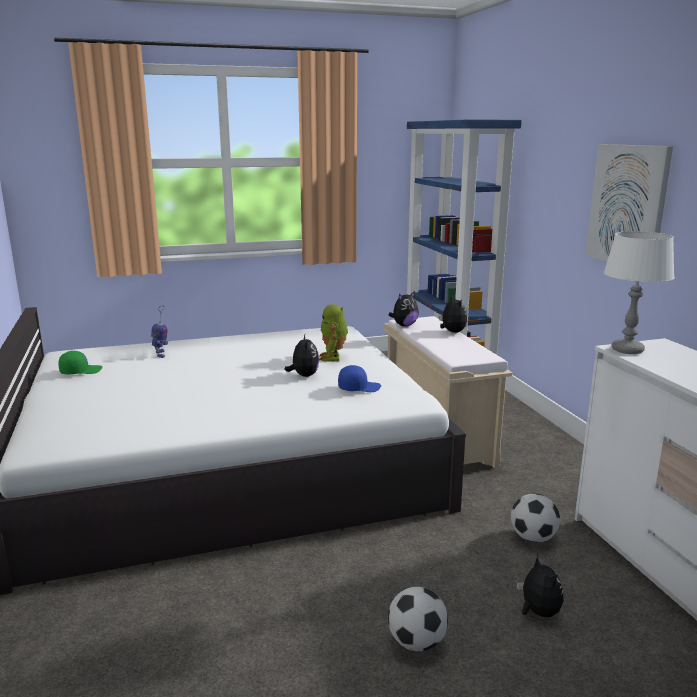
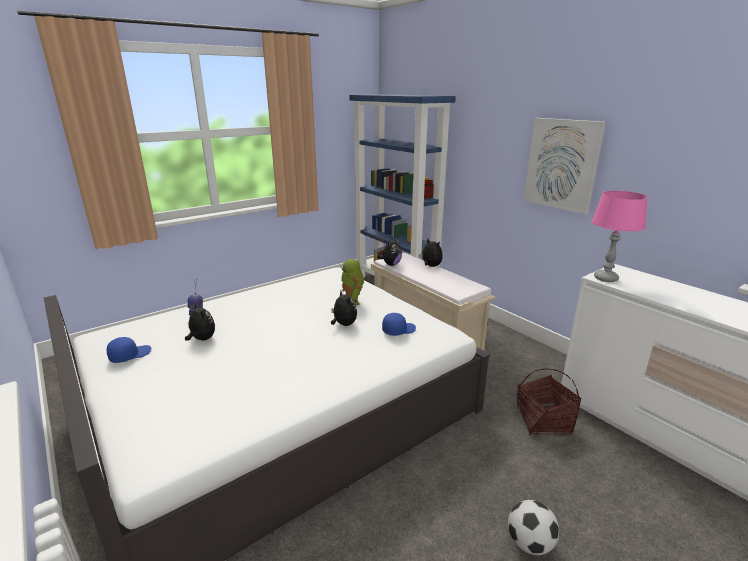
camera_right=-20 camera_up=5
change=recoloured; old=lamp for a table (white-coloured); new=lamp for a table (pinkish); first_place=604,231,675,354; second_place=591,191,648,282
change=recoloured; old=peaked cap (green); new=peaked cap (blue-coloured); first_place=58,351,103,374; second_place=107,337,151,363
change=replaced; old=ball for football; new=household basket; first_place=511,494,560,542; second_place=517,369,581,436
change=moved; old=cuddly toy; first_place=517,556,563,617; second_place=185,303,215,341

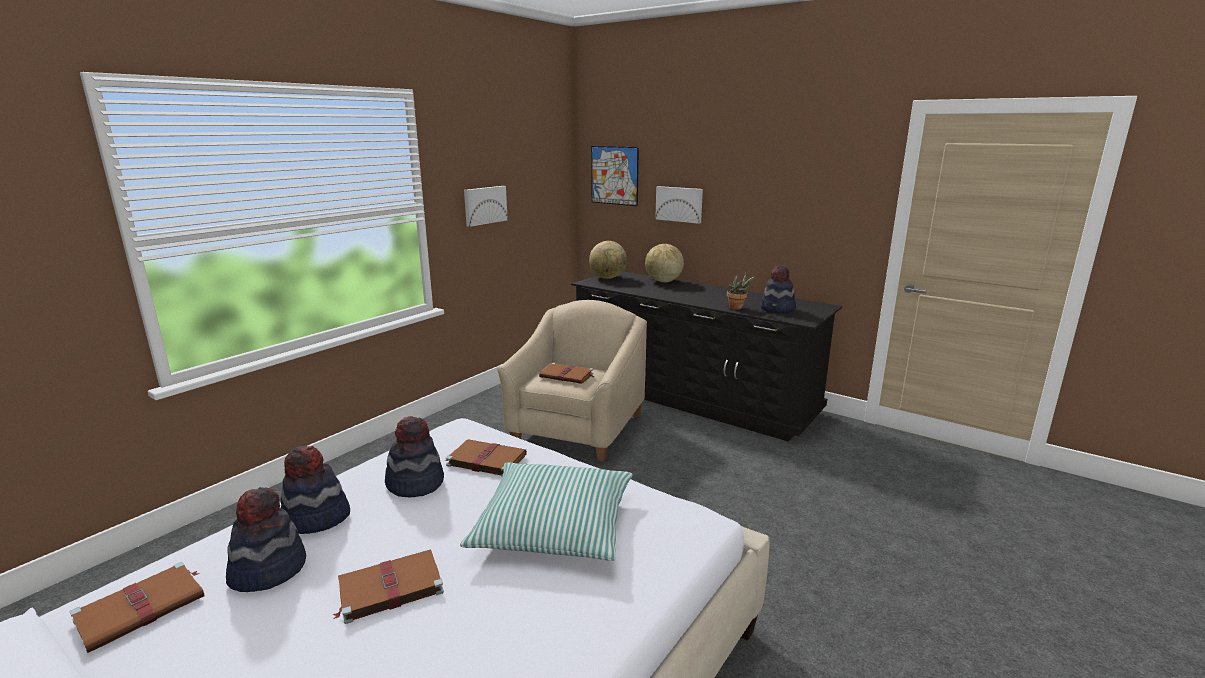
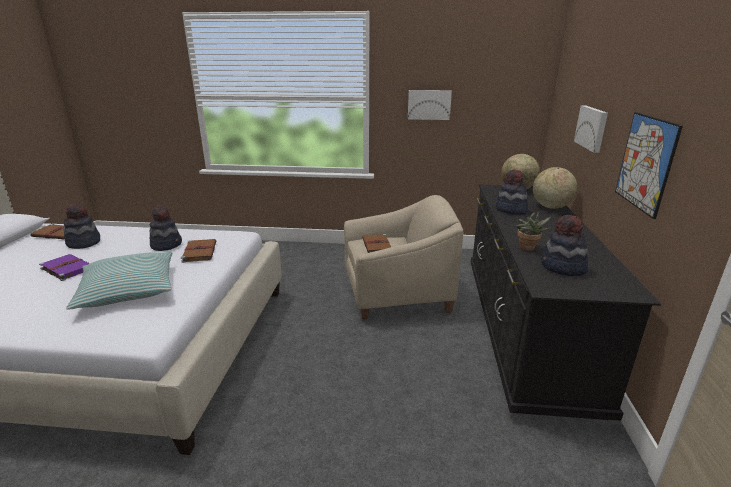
camera_right=60 camera_up=5
change=moved; old=picture; first_place=591,146,639,206; second_place=615,112,683,219
change=moved; old=clothing hat; first_place=280,446,350,534; second_place=496,170,528,215
change=recoloured; old=bound book (brown-coloured); new=bound book (purplish); first_place=332,550,444,624; second_place=39,254,90,281

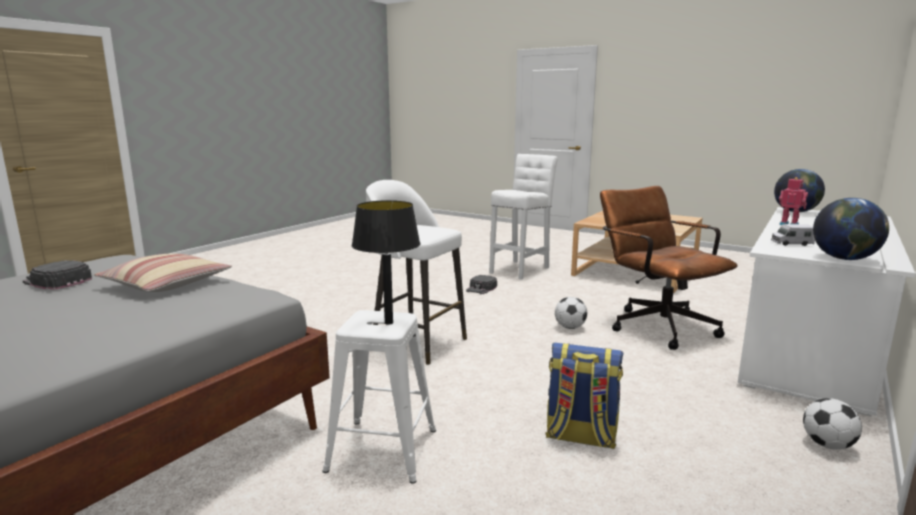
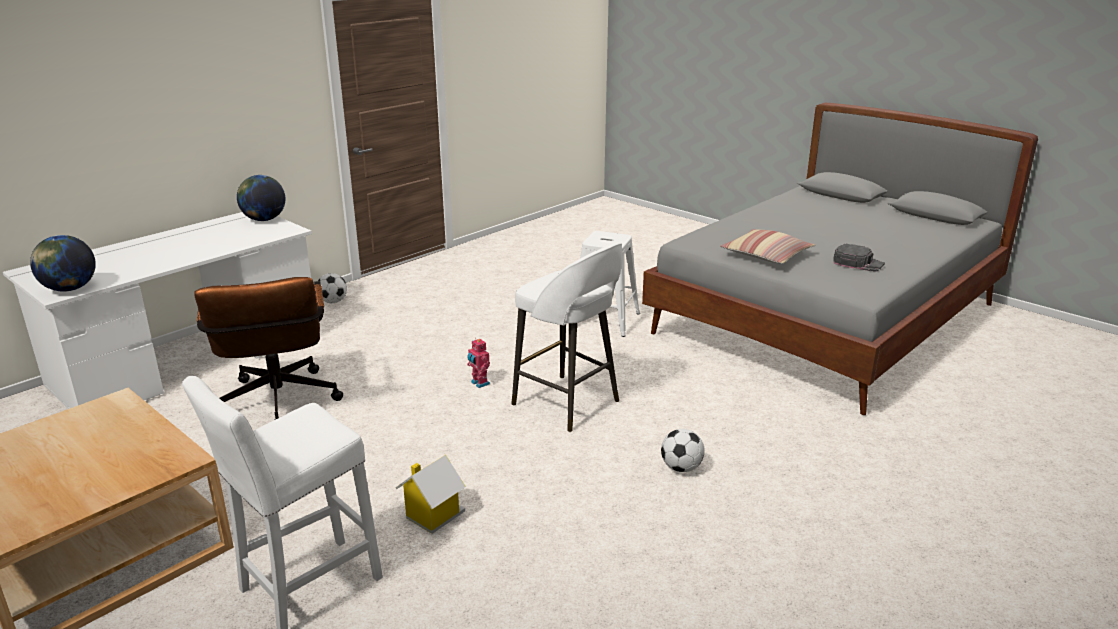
camera_right=-170 camera_up=10
change=moved; old=model robot; first_place=779,177,808,225; second_place=467,338,490,388
change=removed; old=lamp for a table (black-coloured); first_place=352,200,420,325
change=removed; old=toy lorry; first_place=771,224,815,246
change=replaced; old=peaked cap (black-coloured); new=toy house; first_place=466,275,497,294; second_place=396,455,466,534
change=moved; old=ball for football; first_place=555,297,587,329; second_place=661,429,705,472
change=removed; old=knapsack; first_place=545,342,623,449

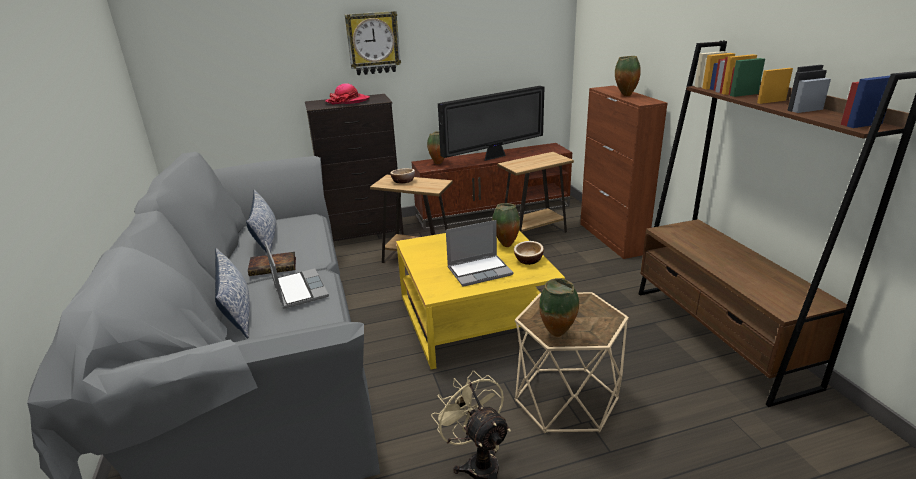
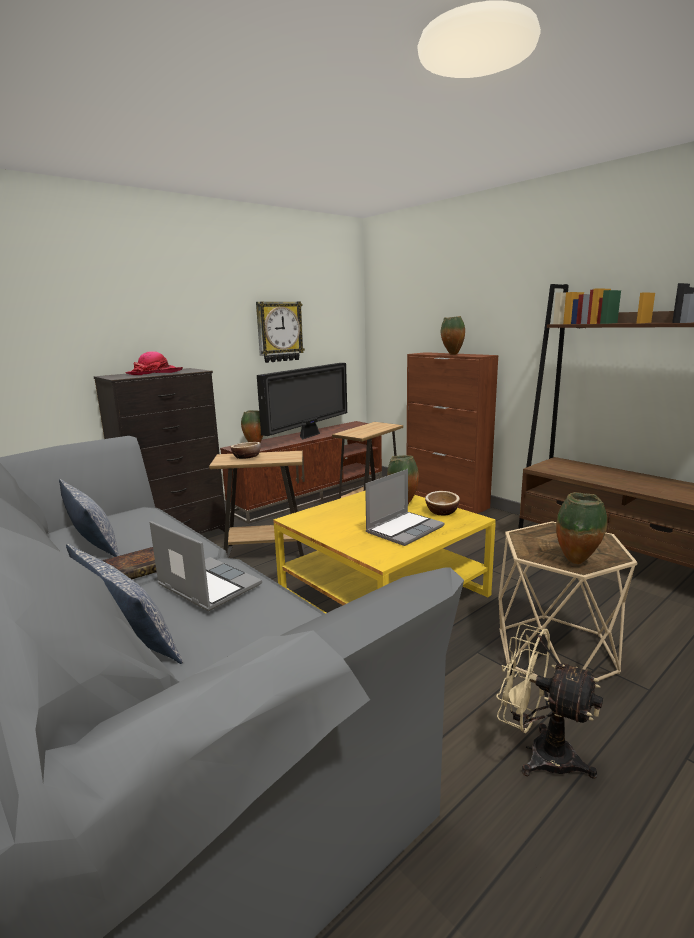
camera_right=-25 camera_up=-10
change=moved; old=wall clock; first_place=345,11,401,75; second_place=256,301,305,363

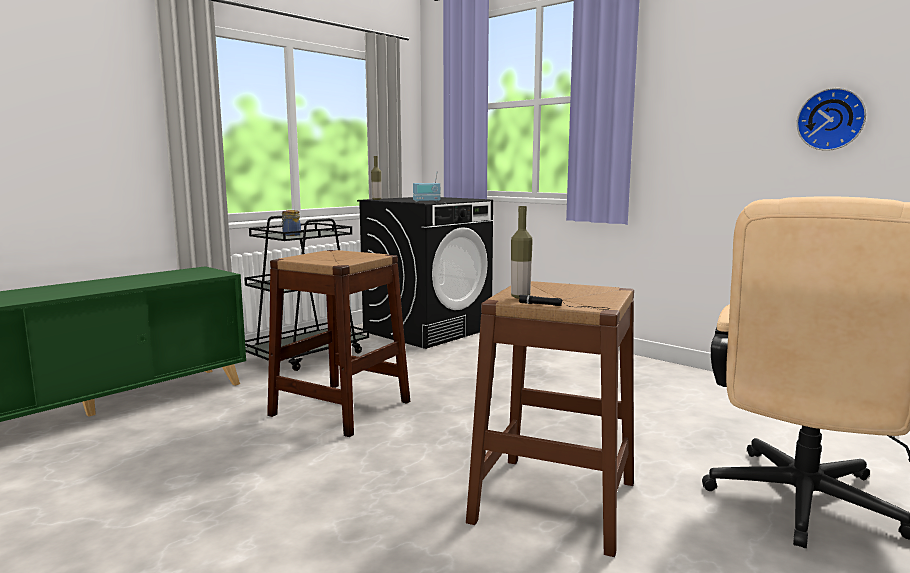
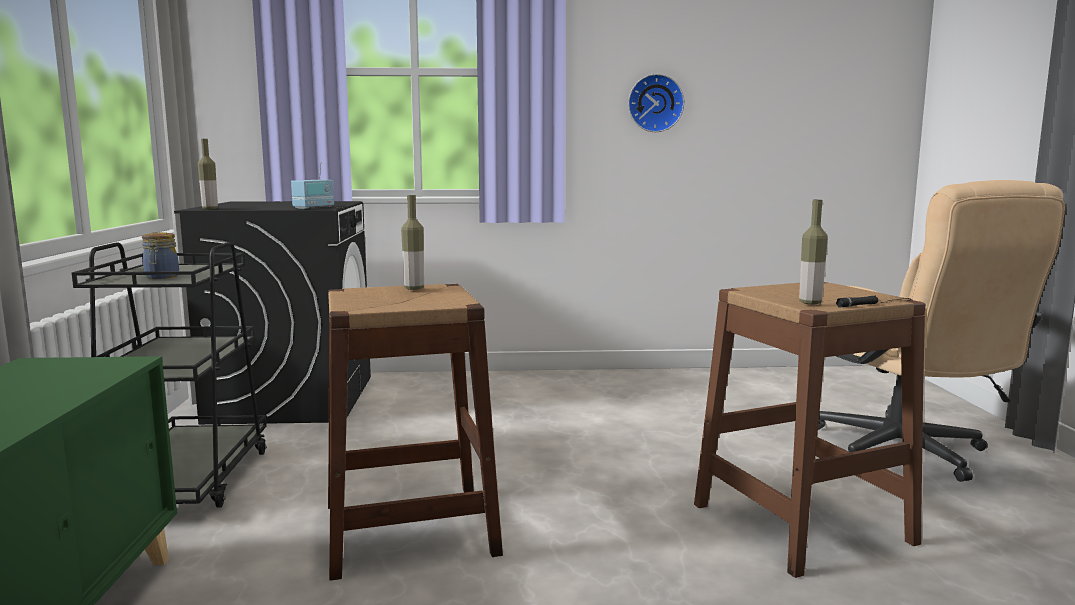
camera_right=-45 camera_up=0
change=moved; old=wall clock; first_place=797,88,866,151; second_place=628,74,684,132
change=added; new=bottle; second_place=401,195,424,290

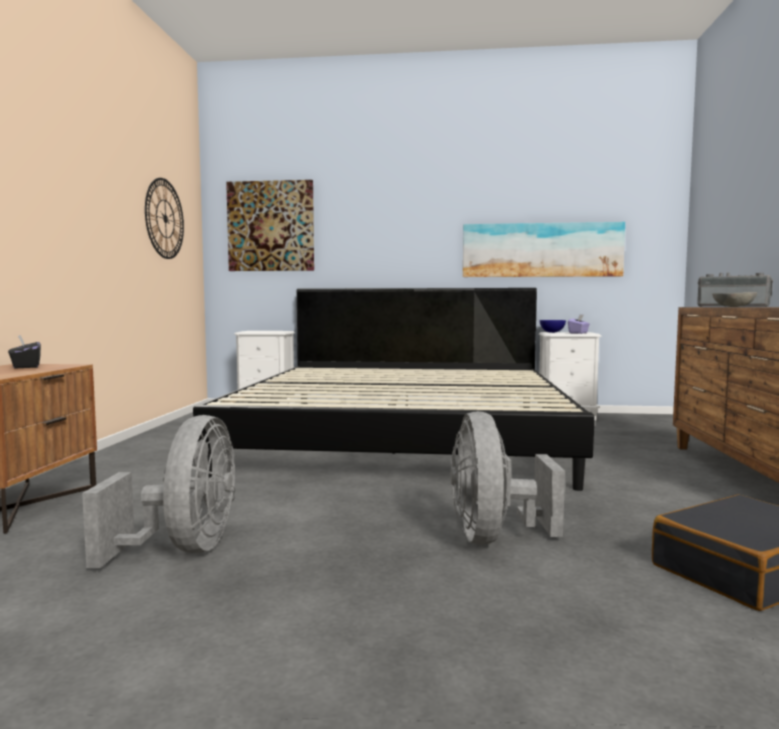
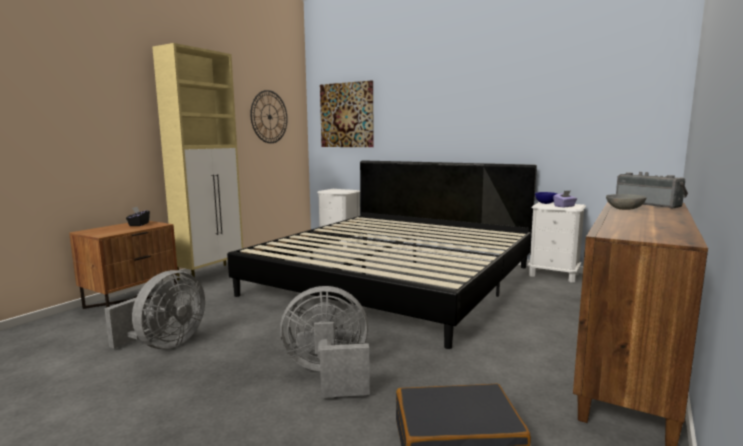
camera_right=25 camera_up=5
change=removed; old=picture; first_place=463,222,625,277
change=turned; old=fan (greyish); first_place=450,411,565,545; second_place=280,286,370,398; degrees=60
change=added; new=storage cabinet (beige-coloured); second_place=152,43,243,280

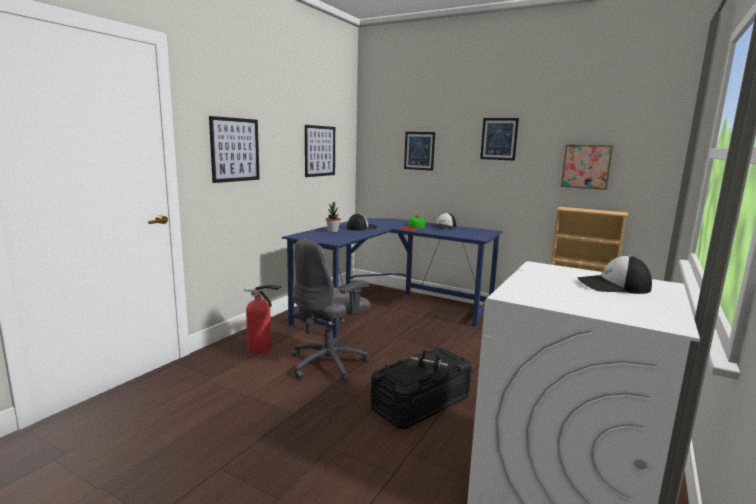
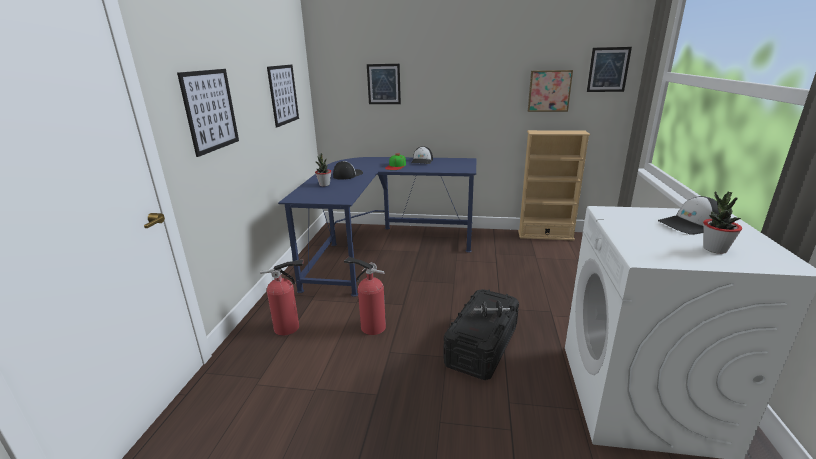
camera_right=-20 camera_up=10
change=moved; old=picture; first_place=480,118,519,161; second_place=587,47,632,92
change=replaced; old=office chair (greyish); new=fire extinguisher; first_place=292,239,371,382; second_place=344,257,386,335
change=added; new=plant in a pot; second_place=703,191,742,254

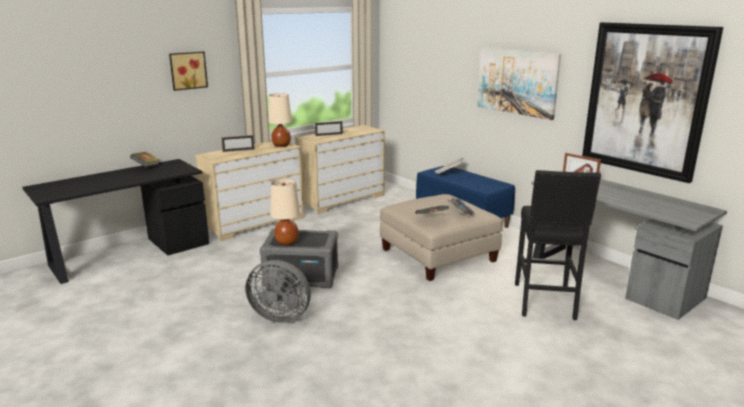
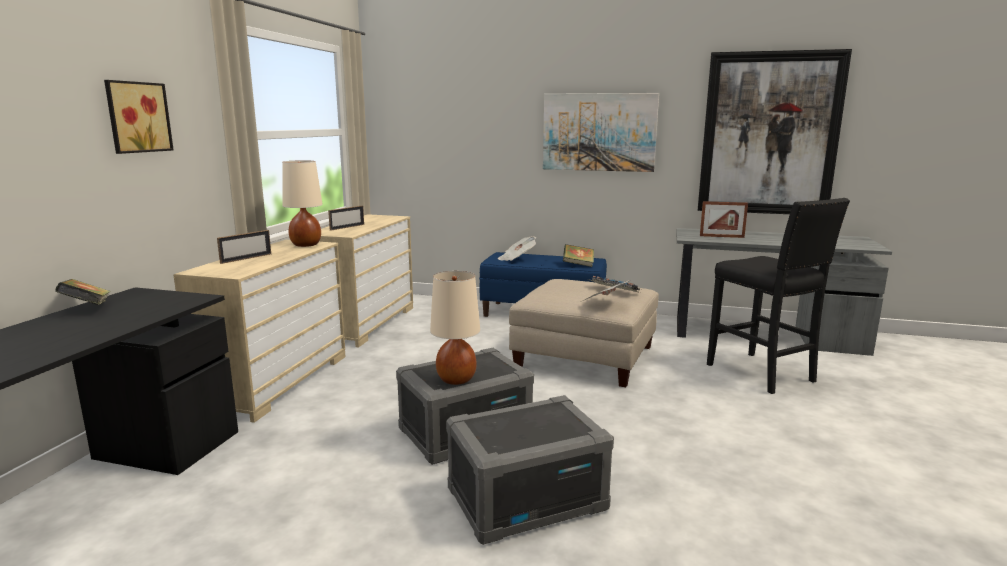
camera_right=-35 camera_up=-5
change=replaced; old=fan (greyish); new=storage bin (greyish); first_place=245,260,311,323; second_place=446,395,614,545
change=added; new=bound book; second_place=563,244,594,267

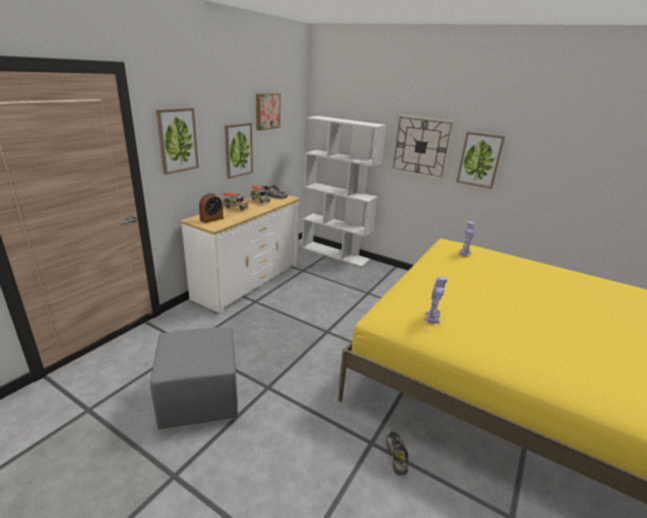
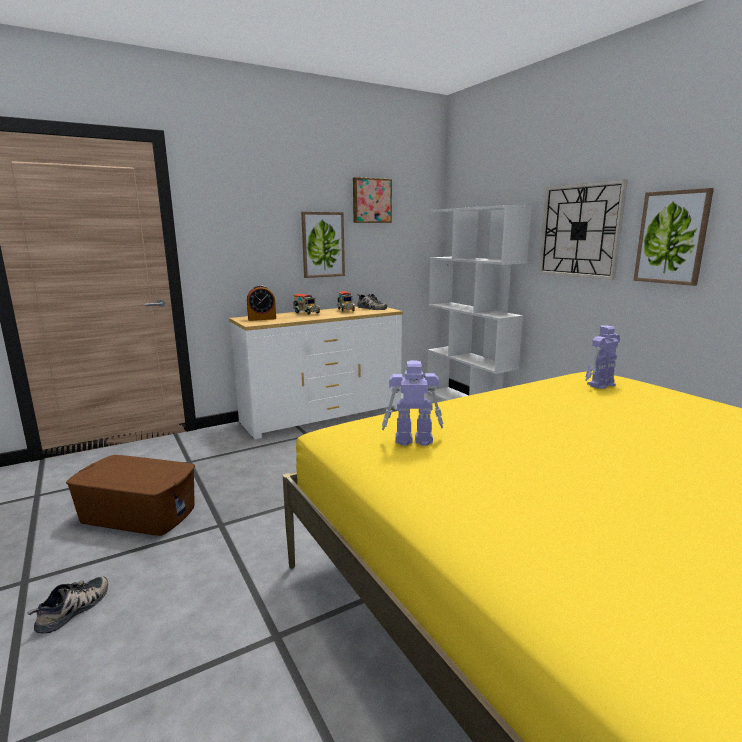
camera_right=30 camera_up=-10
change=removed; old=picture; first_place=156,108,199,175
change=turned; old=model robot; first_place=425,276,447,324; second_place=382,360,443,446; degrees=-135
change=replaced; old=pouffe (greyish); new=storage bin (brown-coloured); first_place=150,327,238,429; second_place=66,455,195,536
change=moved; old=shoe; first_place=386,430,408,475; second_place=28,576,108,634

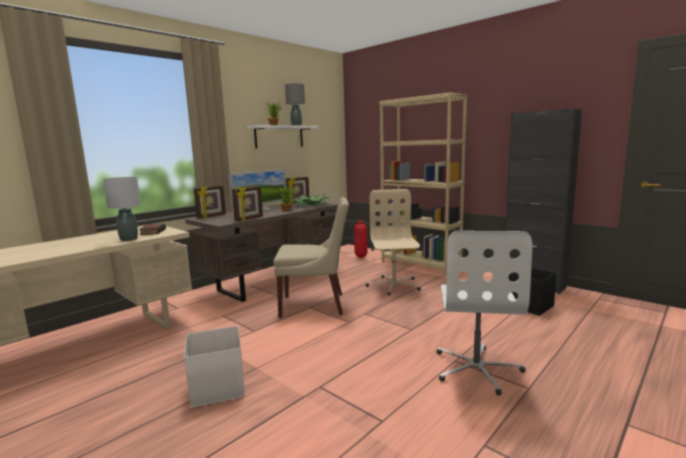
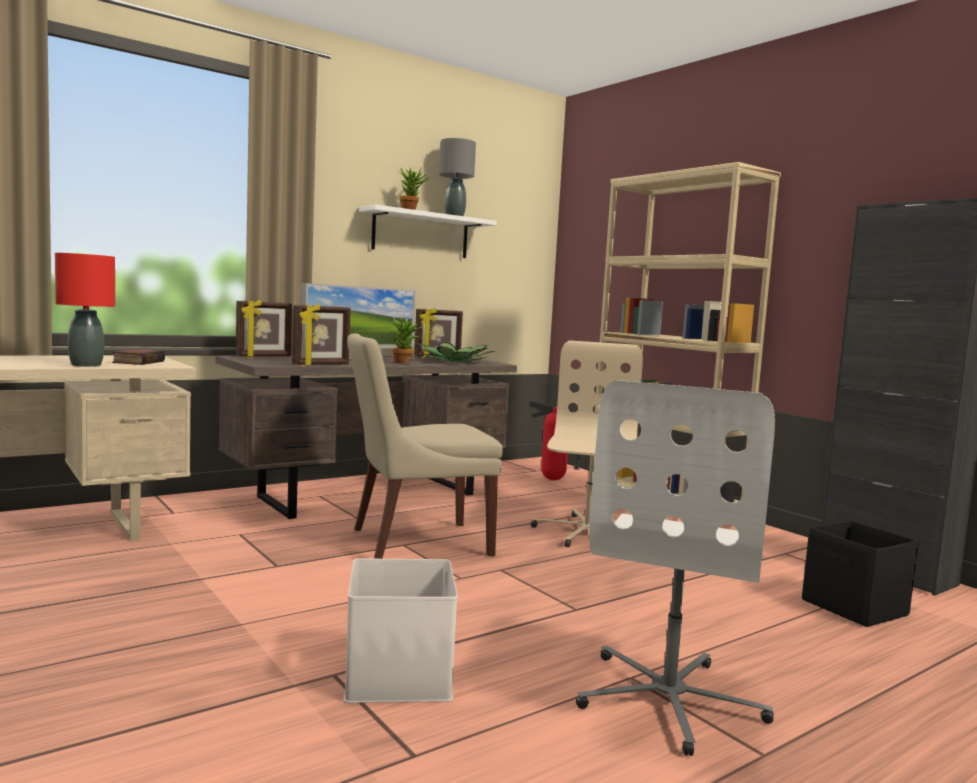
camera_right=10 camera_up=-5
change=recoloured; old=lamp for a table (greyish); new=lamp for a table (red); first_place=103,177,141,241; second_place=55,253,115,367
change=turned; old=plain chair (beige-coloured); first_place=273,197,349,318; second_place=347,333,503,559; degrees=150
change=moved; old=storage bin (white-coloured); first_place=184,326,245,408; second_place=344,558,458,703

